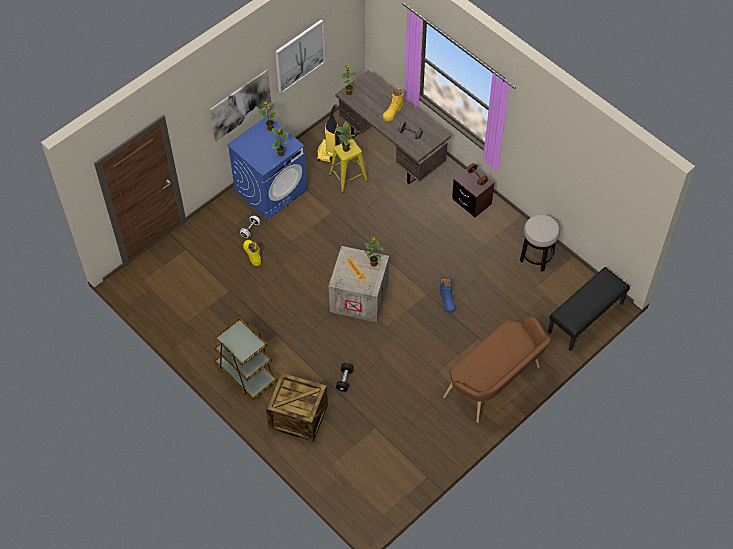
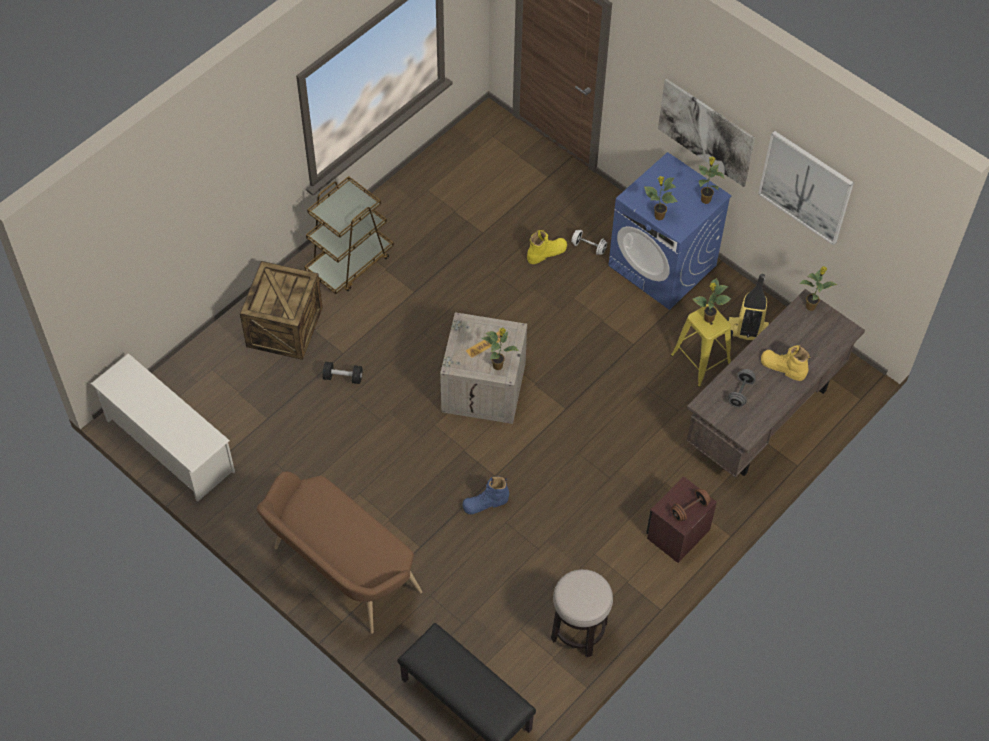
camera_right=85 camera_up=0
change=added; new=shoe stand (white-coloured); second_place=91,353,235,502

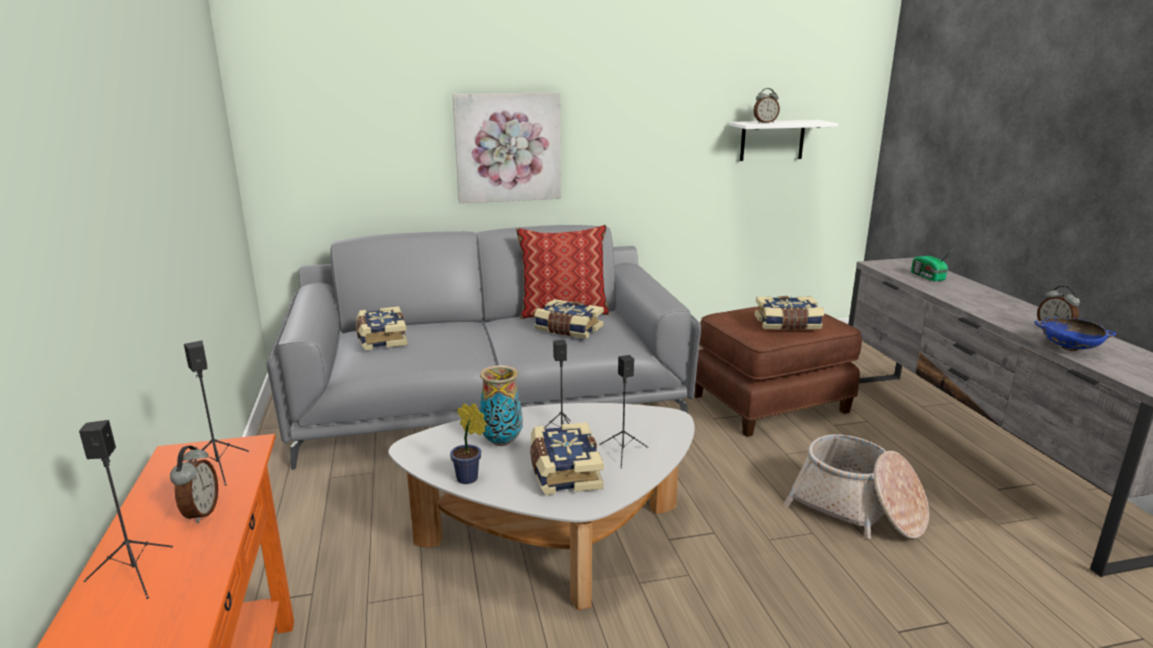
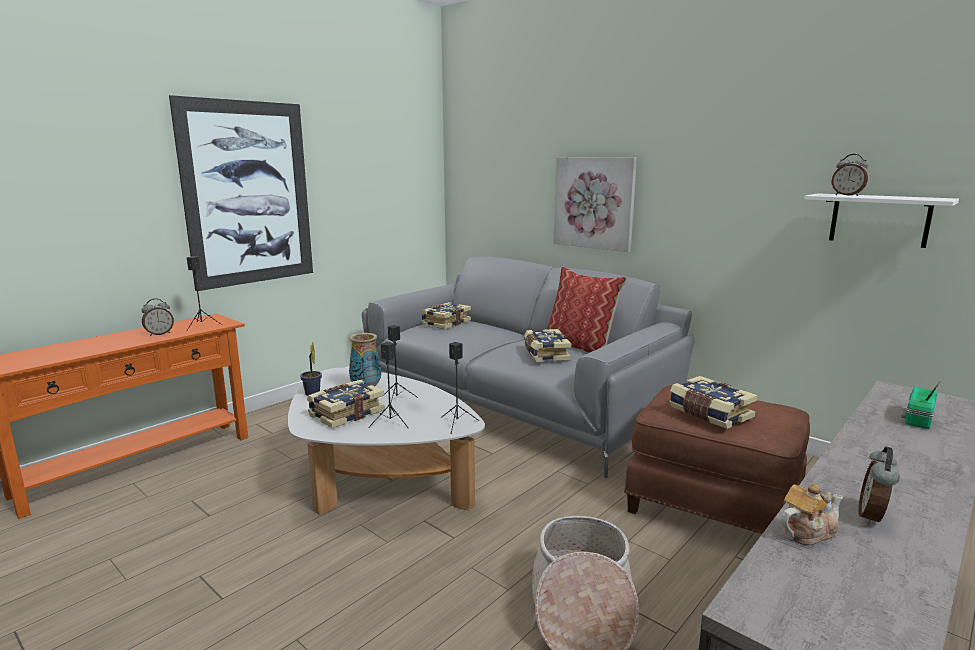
camera_right=55 camera_up=-5
change=replaced; old=bowl (blue-coloured); new=tea pot; first_place=1034,317,1117,351; second_place=780,483,843,545
change=moved; old=speaker (black-coloured); first_place=79,420,173,599; second_place=442,342,479,434
change=added; new=picture; second_place=169,95,313,291

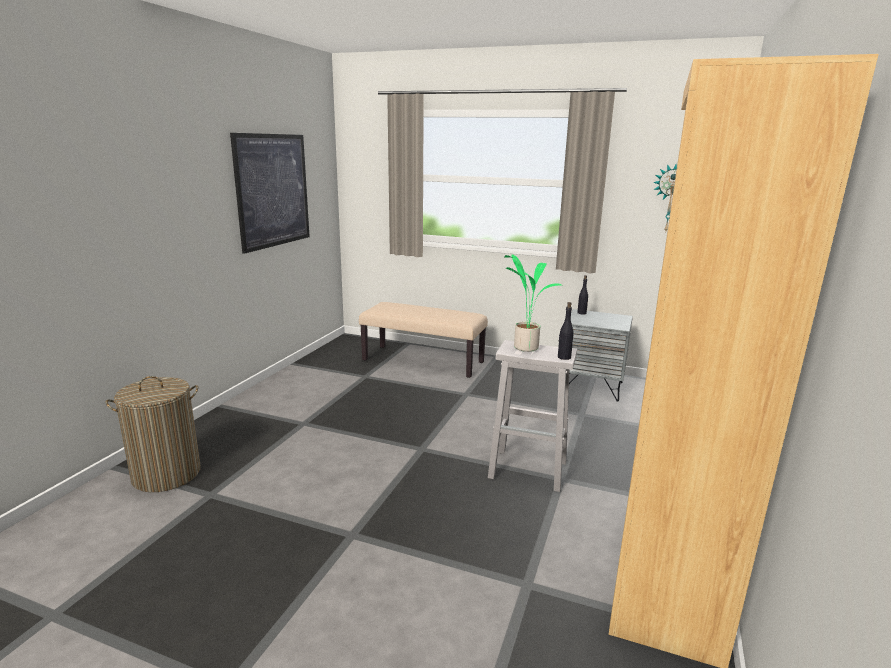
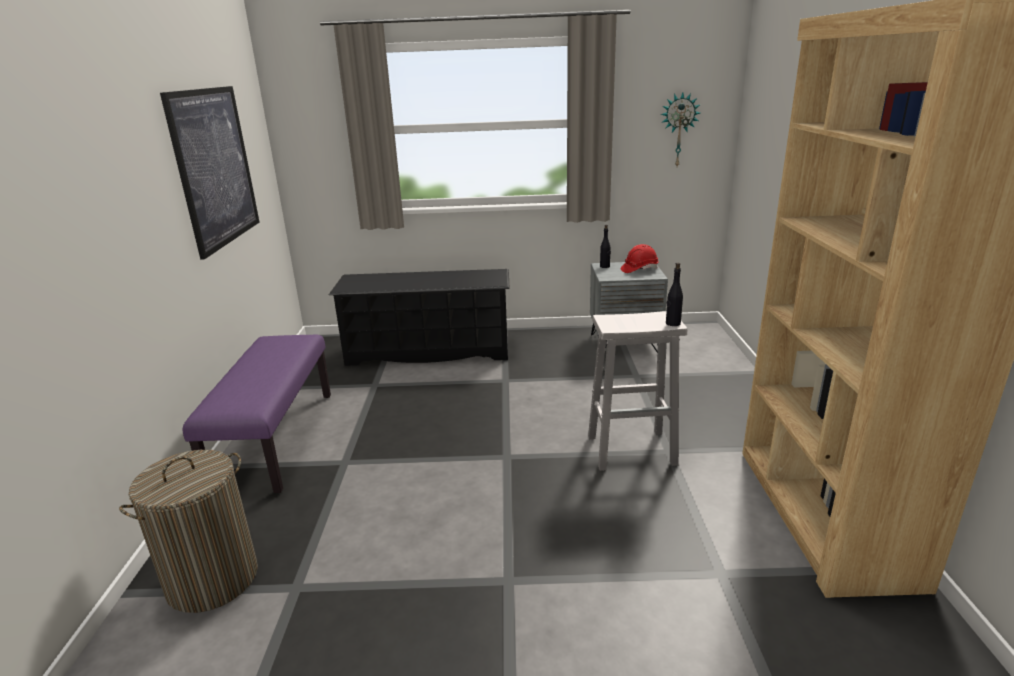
camera_right=-20 camera_up=5
change=removed; old=plant in a pot; first_place=504,254,563,352
change=replaced; old=bench (beige-coloured); new=shoe stand (black-coloured); first_place=359,302,488,378; second_place=329,269,510,366
change=added; new=safety helmet (red); second_place=621,244,659,273
change=added; new=bench (purplish); second_place=183,335,331,493

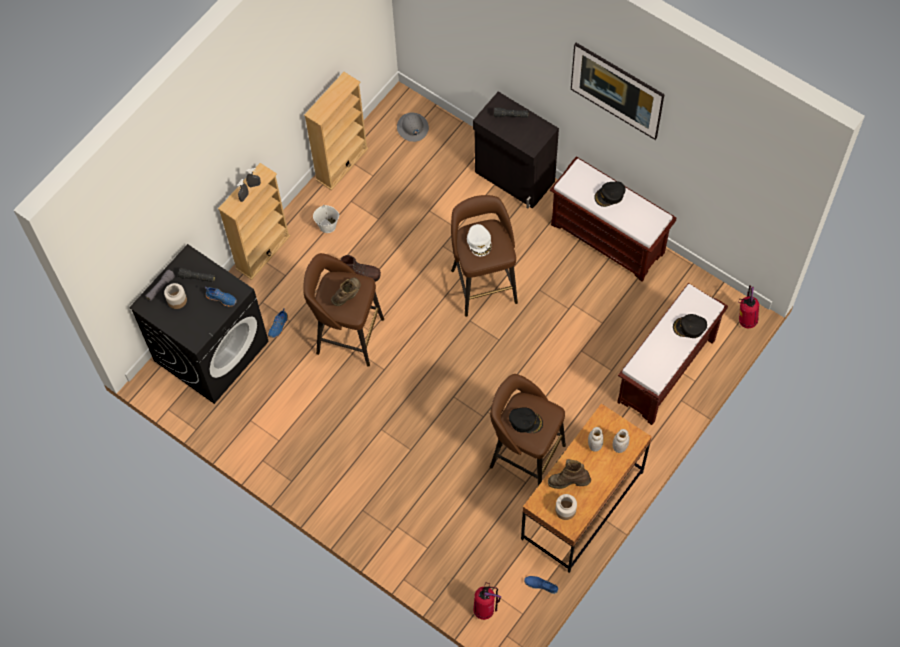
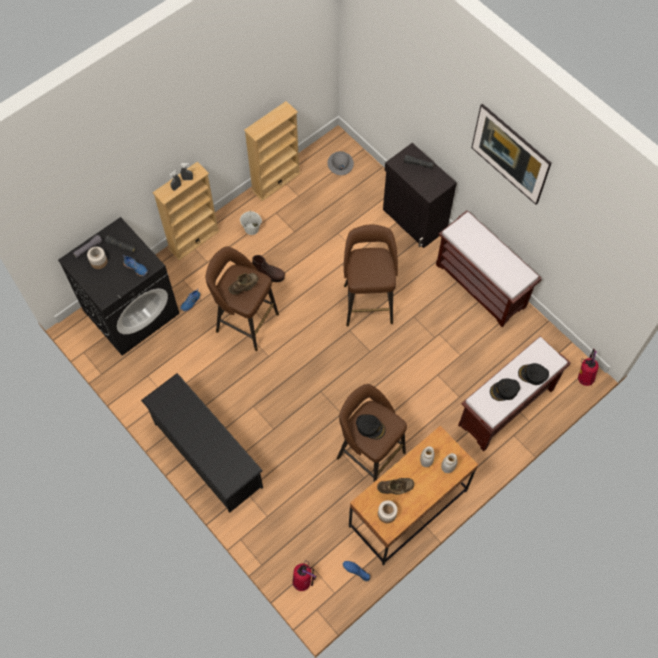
camera_right=10 camera_up=0
change=moved; old=peaked cap (black-coloured); first_place=594,182,626,207; second_place=490,378,520,401
change=removed; old=peaked cap (white-coloured); first_place=467,224,491,256
change=turned; old=tall boot (brown-coloured); first_place=548,459,591,489; second_place=377,478,414,494; degrees=150
change=added; new=shoe stand (black-coloured); second_place=141,373,263,513

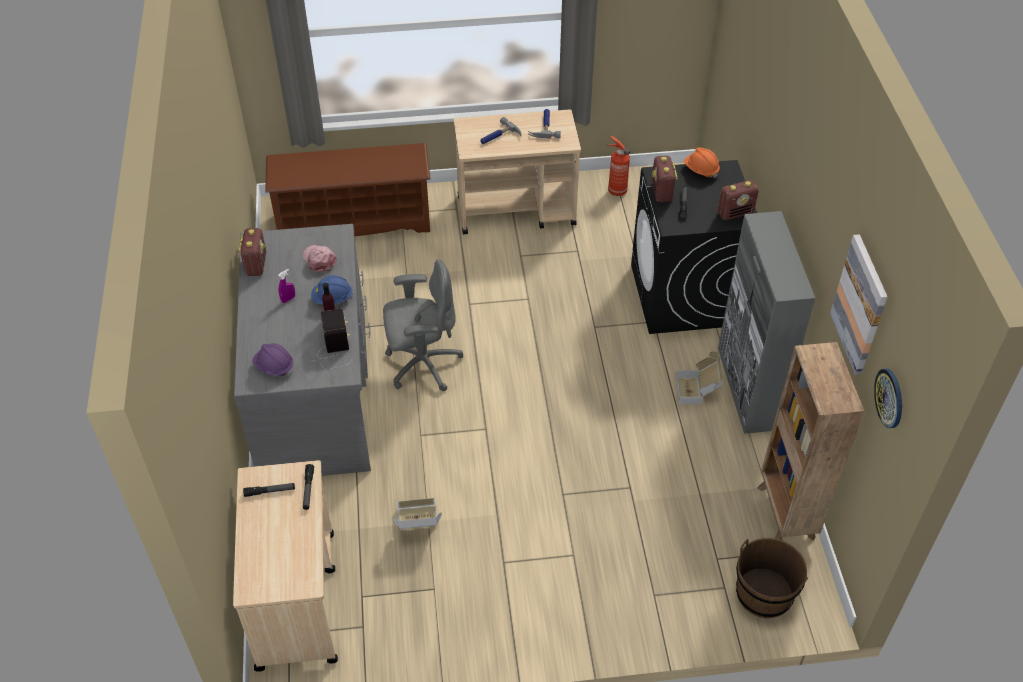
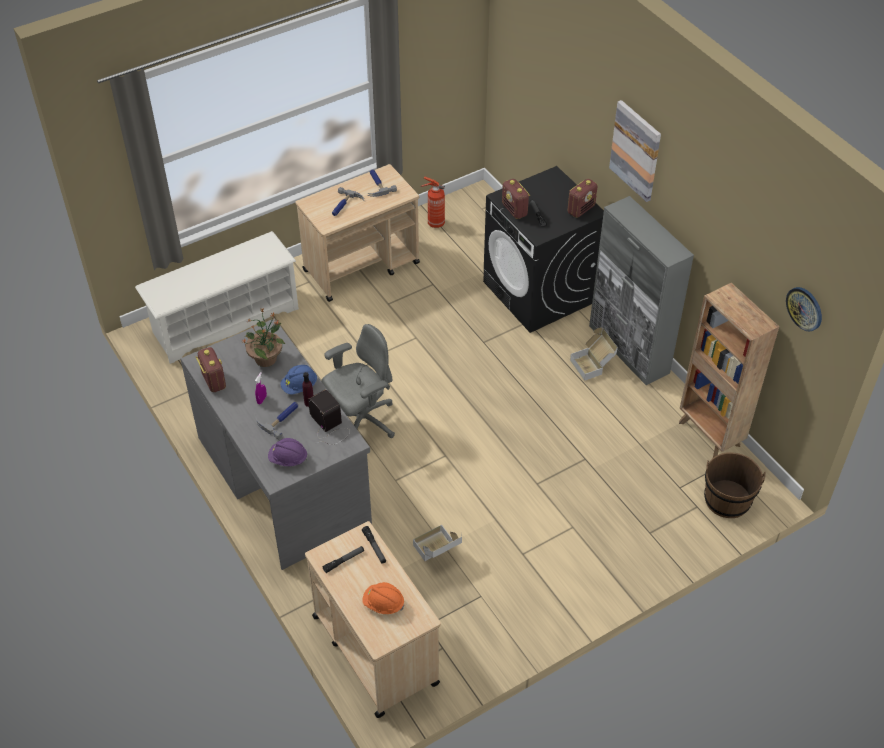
camera_right=-25 camera_up=0
change=recoloured; old=shoe stand (brown-coloured); new=shoe stand (white-coloured); first_place=265,143,430,236; second_place=135,231,299,364
change=moved; old=safety helmet (orange-coloured); first_place=684,148,720,178; second_place=362,582,405,614
change=moved; old=picture; first_place=830,234,888,375; second_place=609,100,661,202
change=replaced; old=peaked cap (pinkish); new=plant in a pot; first_place=302,245,337,273; second_place=242,308,285,367
change=added; new=hand hammer; second_place=256,402,298,440

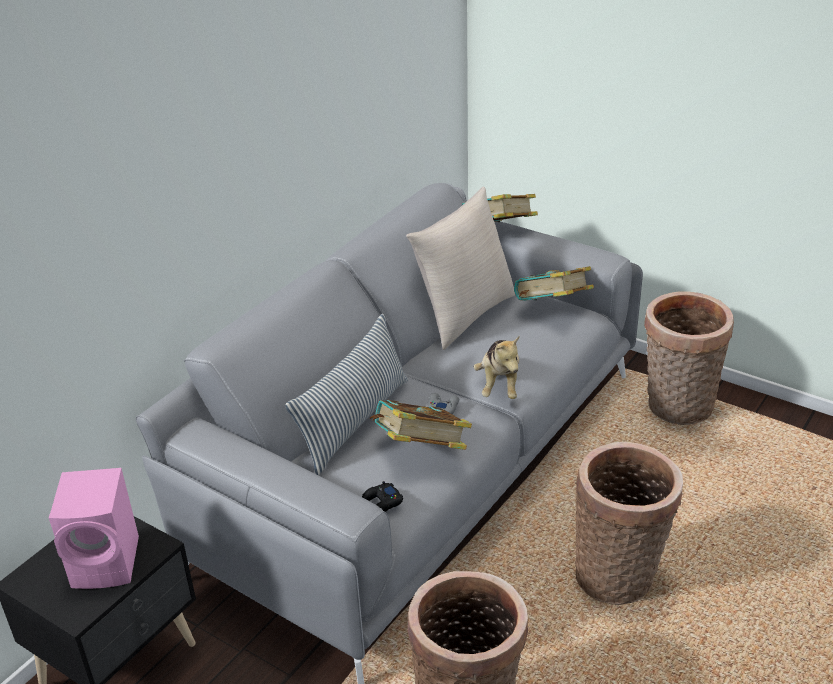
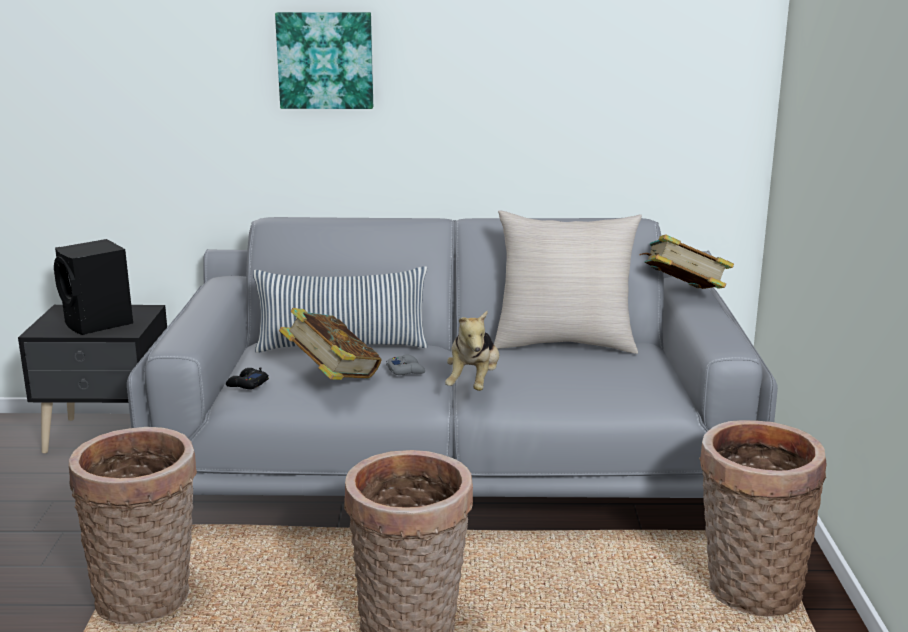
camera_right=55 camera_up=-15
change=removed; old=bound book; first_place=514,266,594,301
change=turned; old=cuddly toy; first_place=474,336,519,399; second_place=445,311,499,391; degrees=-45
change=recoloured; old=speaker (pinkish); new=speaker (black-coloured); first_place=49,468,139,589; second_place=54,239,133,335
change=added; new=picture; second_place=275,12,373,109

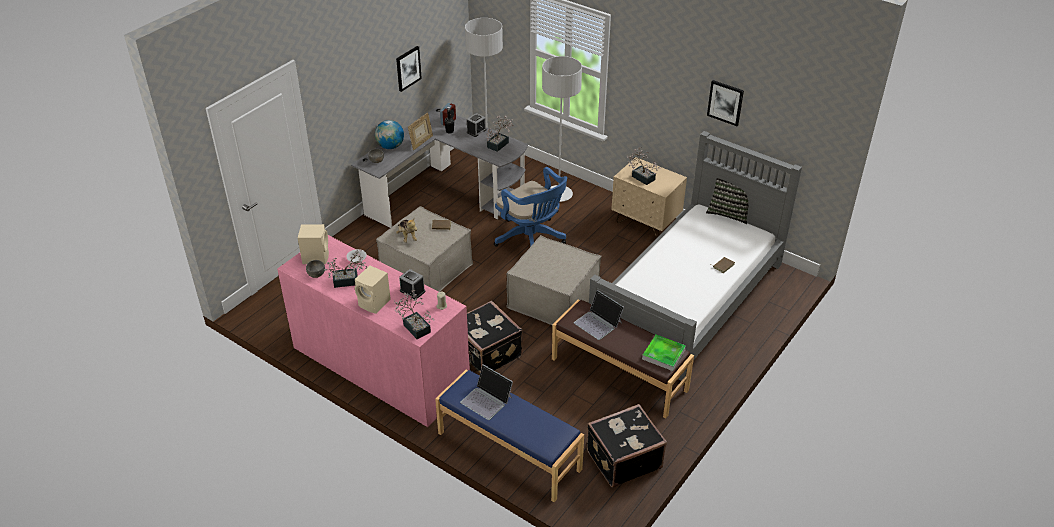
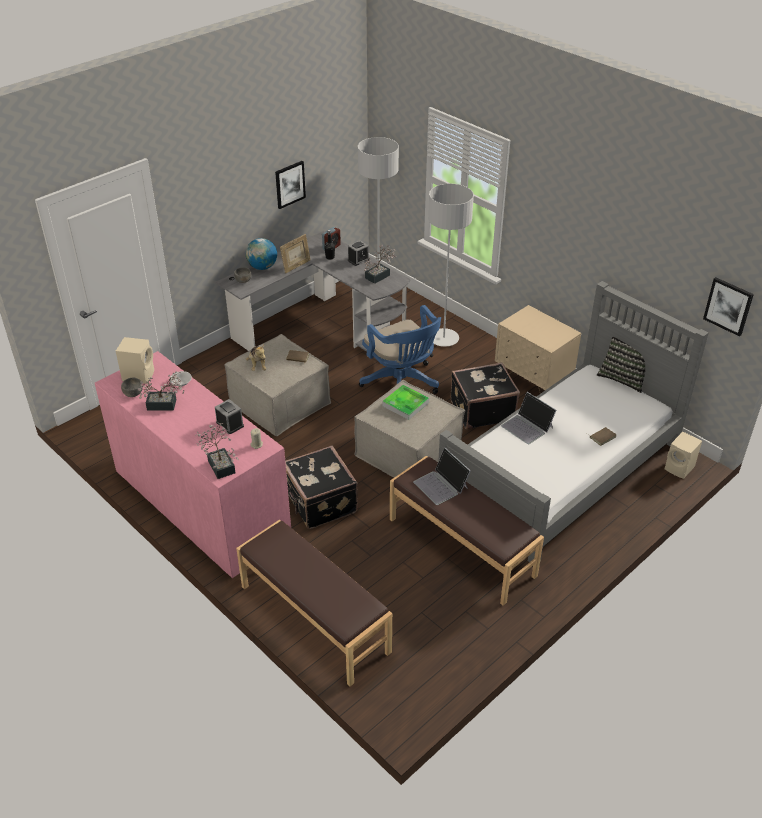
camera_right=10 camera_up=0
change=moved; old=picture; first_place=707,80,744,126; second_place=703,277,754,337
change=removed; old=plant in a pot; first_place=627,147,661,185
change=moved; old=speaker (beige-coloured); first_place=355,266,391,314; second_place=665,432,702,479
change=moved; old=serving tray; first_place=642,335,686,371; second_place=382,385,429,420
change=moved; old=laptop; first_place=460,364,513,420; second_place=501,392,556,444
change=recoloured; old=bench (blue-coloured); new=bench (brown-coloured); first_place=435,370,584,502; second_place=236,520,392,687
change=moved; old=piece of luggage (black-coloured); first_place=587,404,667,487; second_place=451,362,520,430

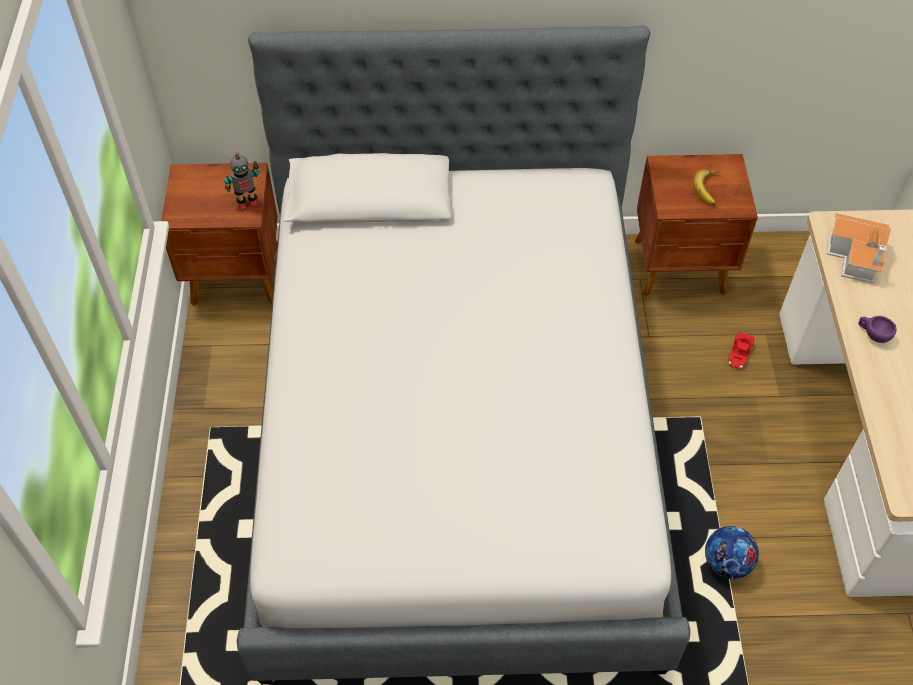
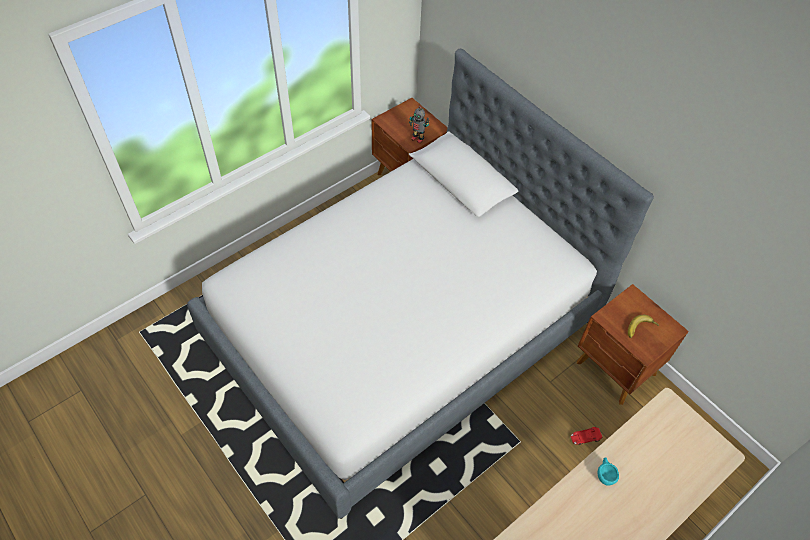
camera_right=50 camera_up=0
change=removed; old=toy house; first_place=827,213,891,284
change=recoloured; old=drinking cup (purplish); new=drinking cup (turquoise); first_place=859,316,897,343; second_place=598,457,619,486
change=removed; old=ball for football; first_place=705,526,759,579

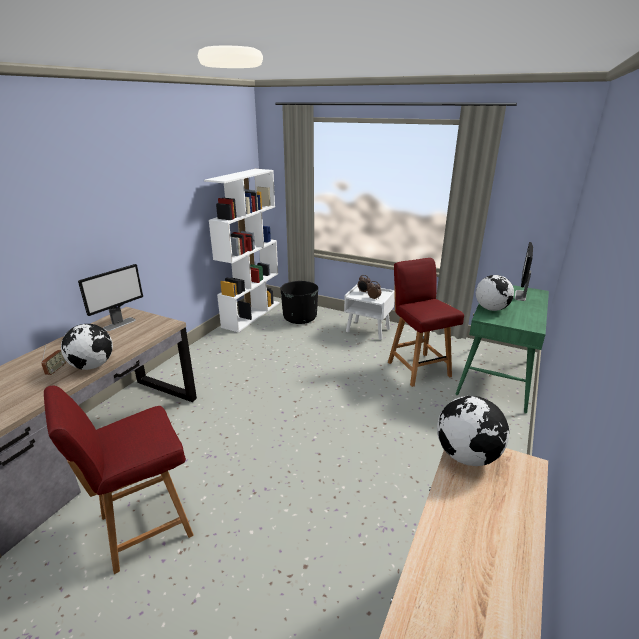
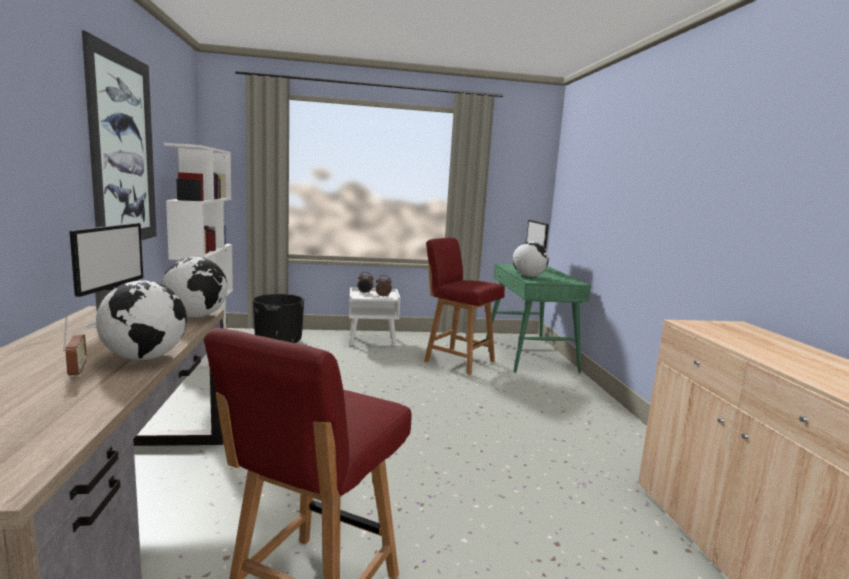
camera_right=-35 camera_up=-15
change=moved; old=world globe; first_place=437,396,509,466; second_place=161,257,228,318
change=added; new=picture; second_place=82,30,157,240

